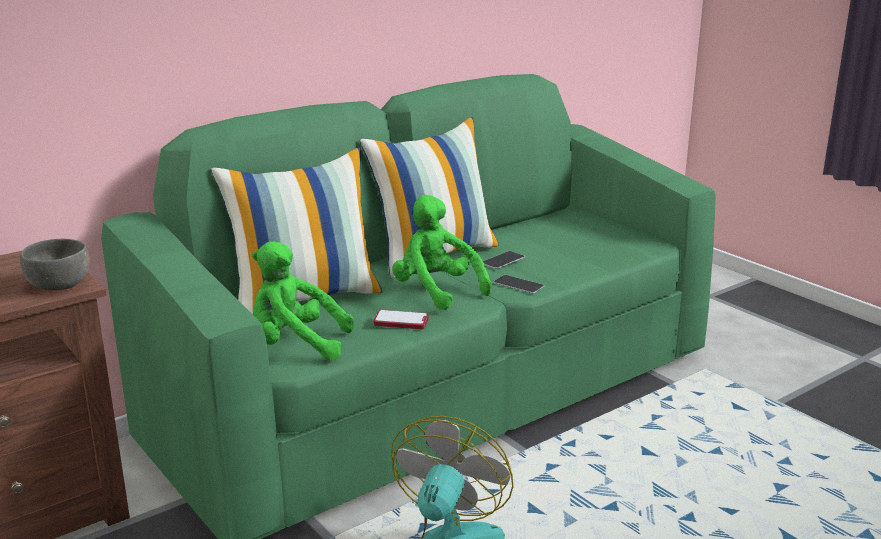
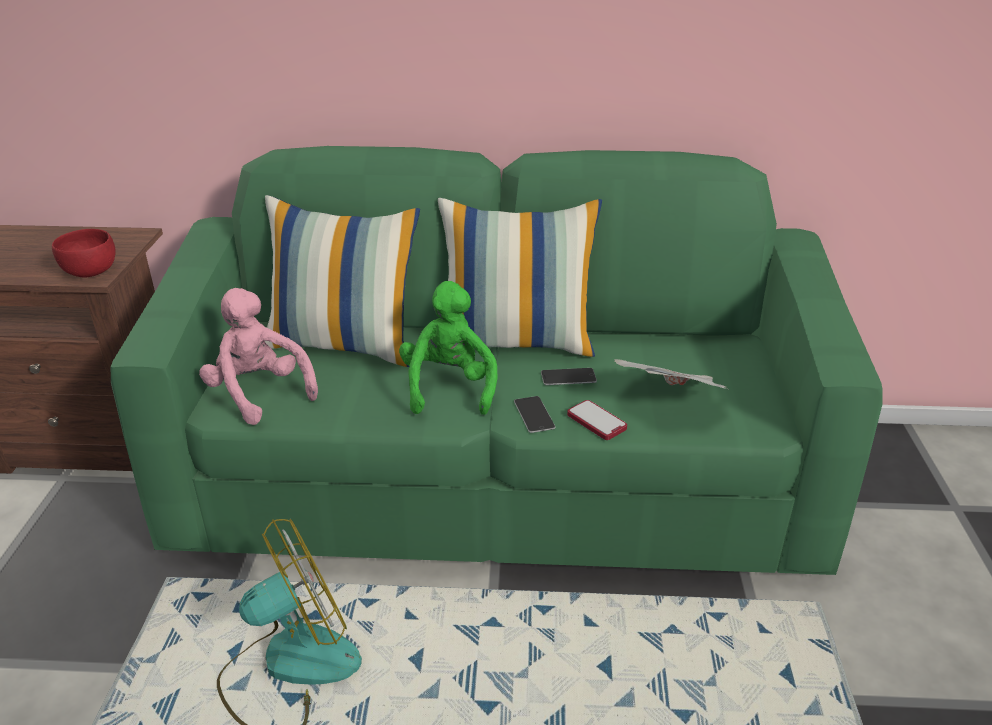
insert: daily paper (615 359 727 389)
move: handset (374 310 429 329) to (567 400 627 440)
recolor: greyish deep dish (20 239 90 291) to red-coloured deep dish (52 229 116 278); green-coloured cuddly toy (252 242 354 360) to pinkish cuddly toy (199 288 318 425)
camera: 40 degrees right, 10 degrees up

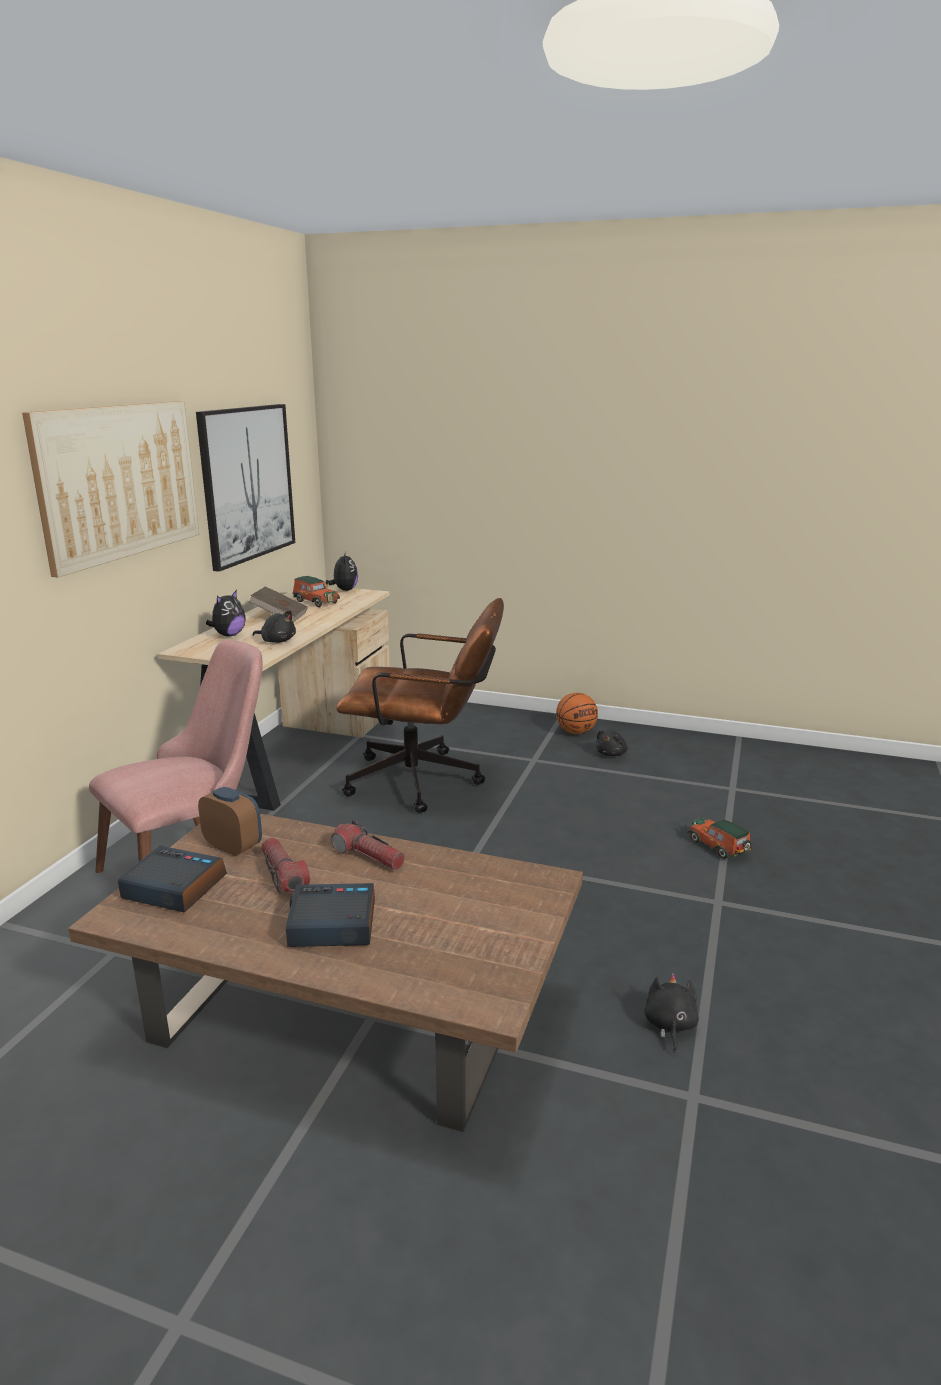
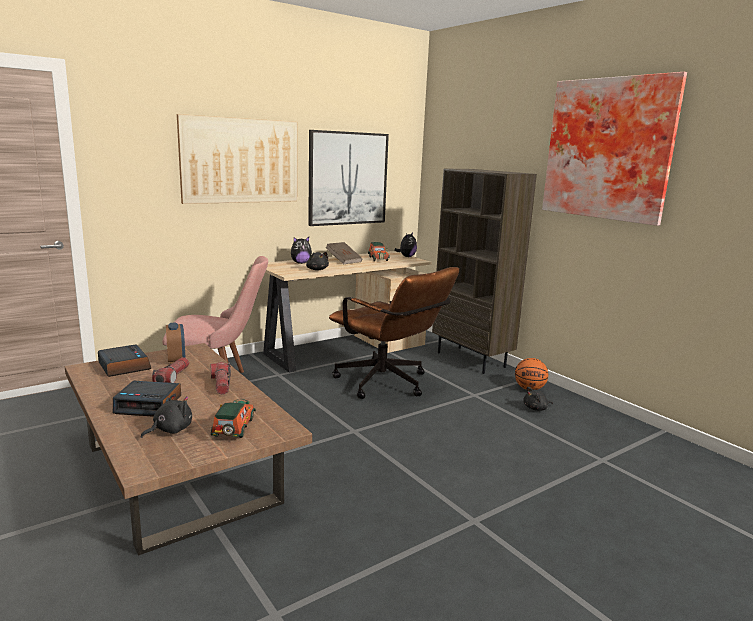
insert: wall picture (542 72 687 226); brown bookcase (432 169 537 374)
move: miniature car (687 817 752 859) to (211 399 256 438); blackish cuddly toy (644 973 699 1053) to (141 393 192 438)
rotate: alarm clock (286 883 375 947) = (113 381 181 417) 150 degrees clockwise
camera: 35 degrees right, 5 degrees down

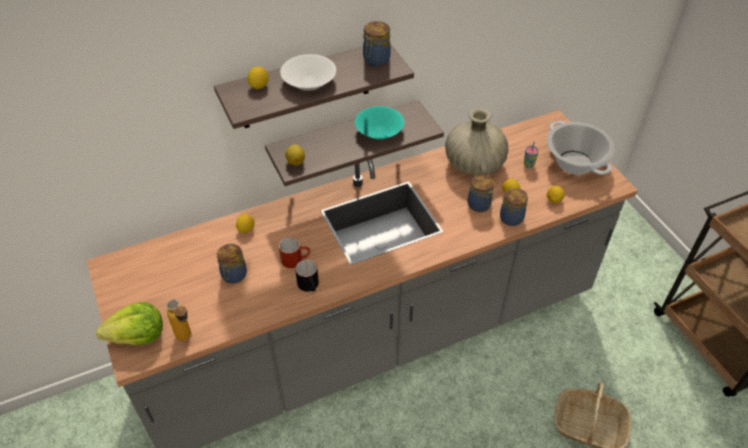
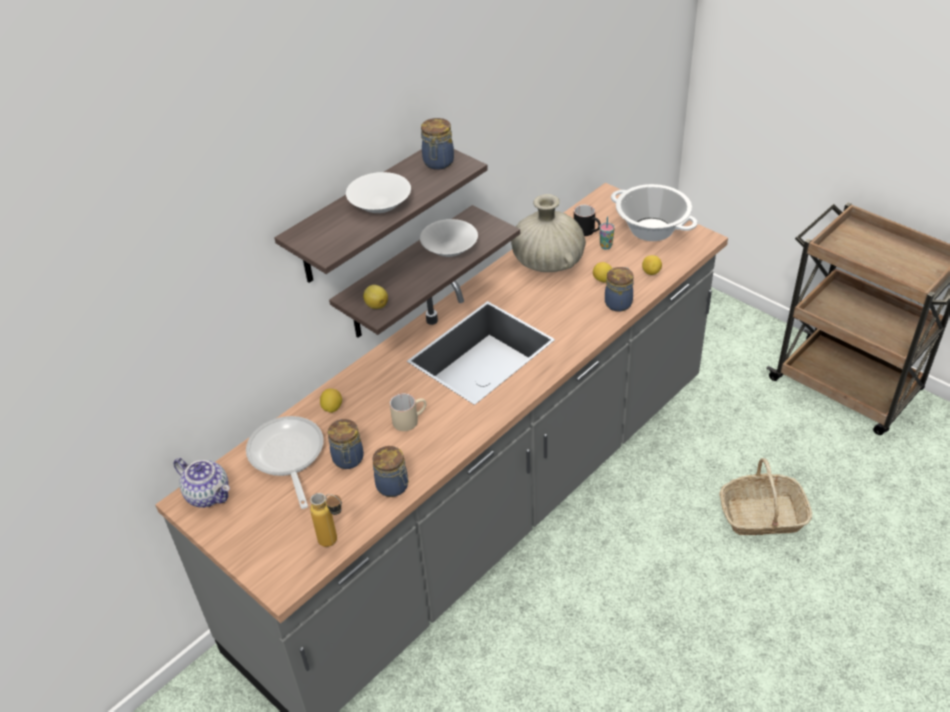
delete: whole lemon (248 67 269 89); lettuce (96 302 163 345)
insert: skillet (246 416 324 509); teapot (173 458 230 508)
move: jar (468 175 494 212) to (372 446 409 497); blackish mug (295 260 319 292) to (574 205 601 236)
recolor: turquoise-coloured deep dish (355 106 404 140) to whitish deep dish (420 219 478 257); red-coloured mug (279 237 310 268) to beige mug (390 393 427 431)
camera: 20 degrees left, 5 degrees down

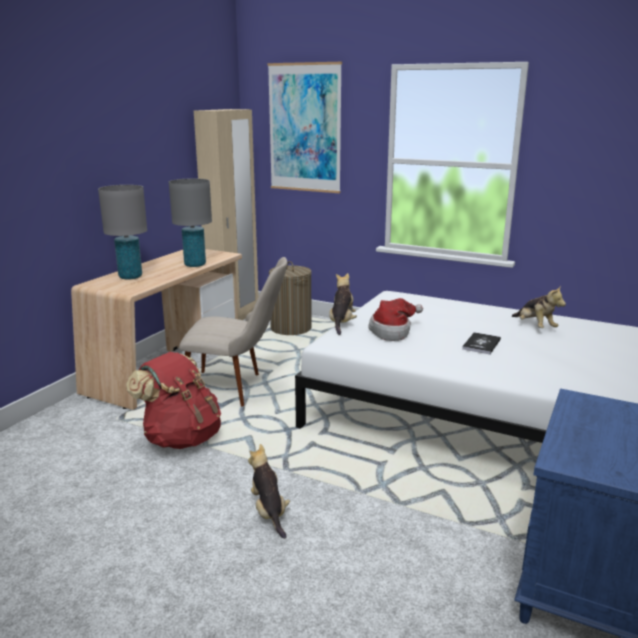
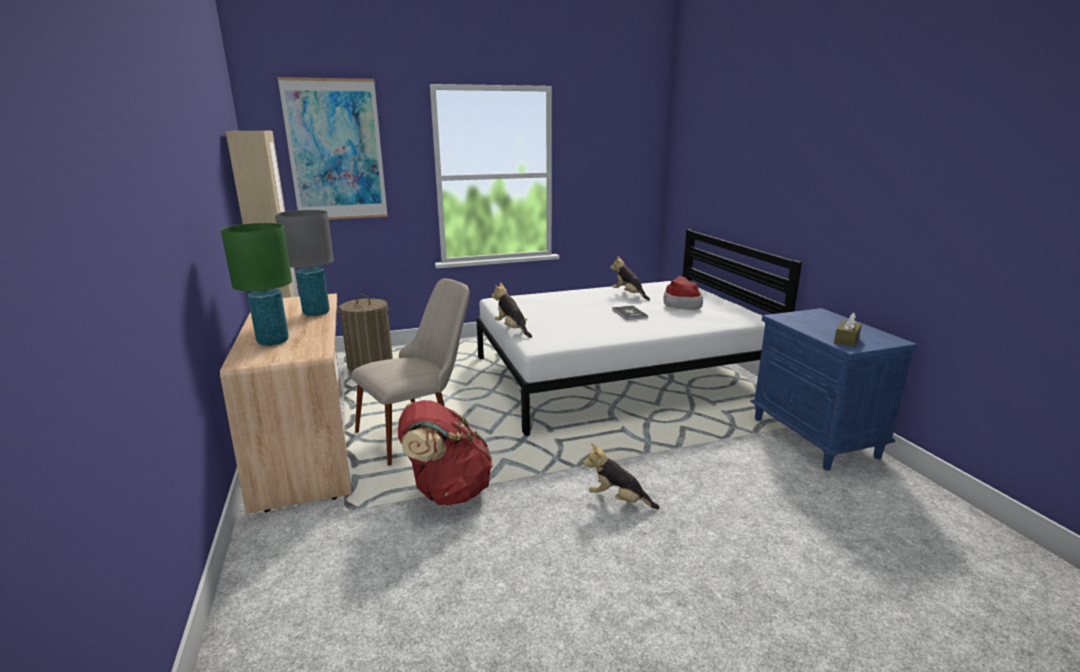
insert: brown tissue box (834 312 862 347)
move: hat (368 298 423 341) to (664 276 703 310)
recolor: greyish tabletop lamp (98 185 147 280) to green-coloured tabletop lamp (221 223 292 346)
rotate: cuddly toy (512 285 566 328) = (610 256 650 301) 150 degrees counterclockwise
camera: 45 degrees left, 0 degrees up

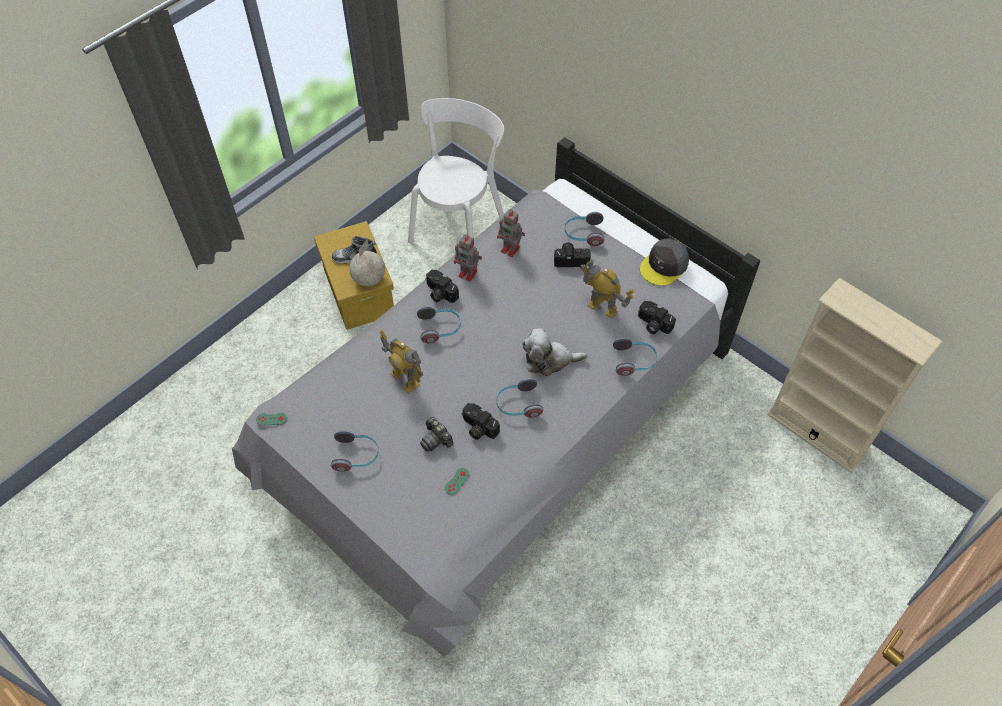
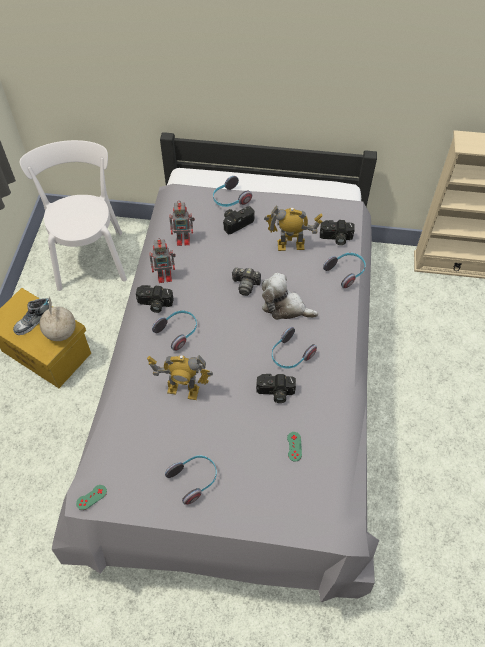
delete: greyish cap (640 239 689 286)
move: still camera (420 417 453 452) to (232 268 261 296)
rotate: cuddly toy (522 328 587 376) = (262 273 318 320) 60 degrees clockwise
camera: 35 degrees left, 0 degrees up

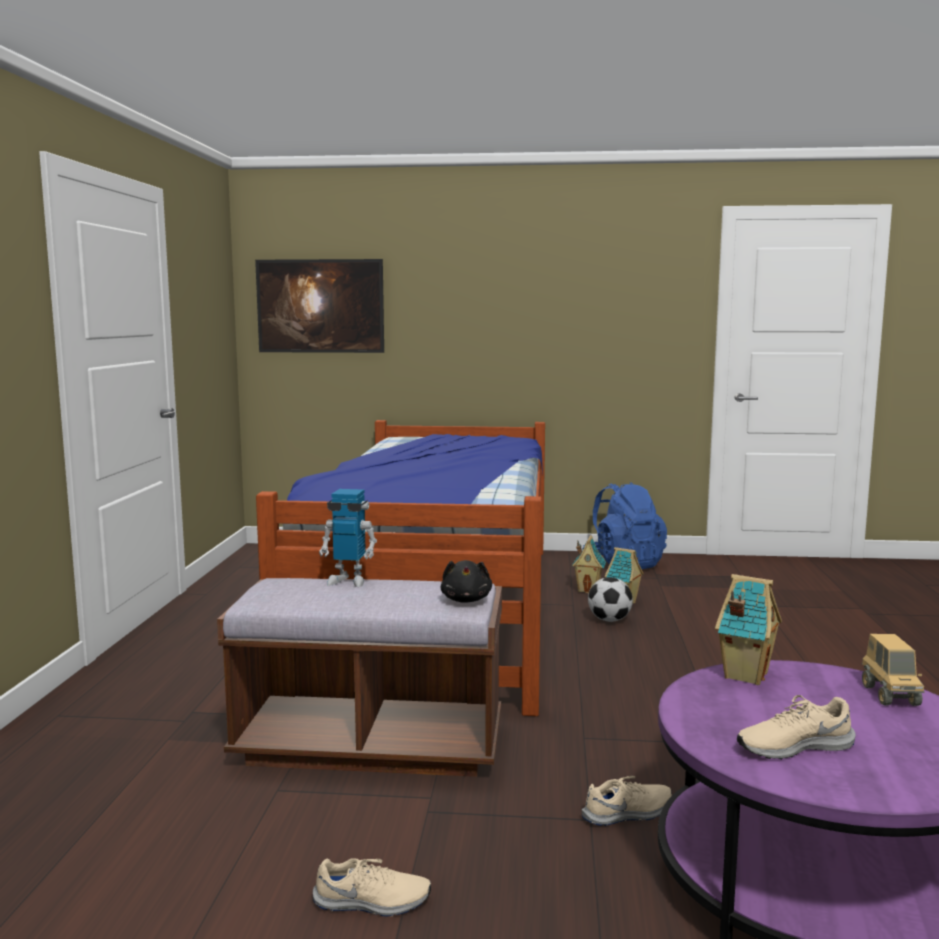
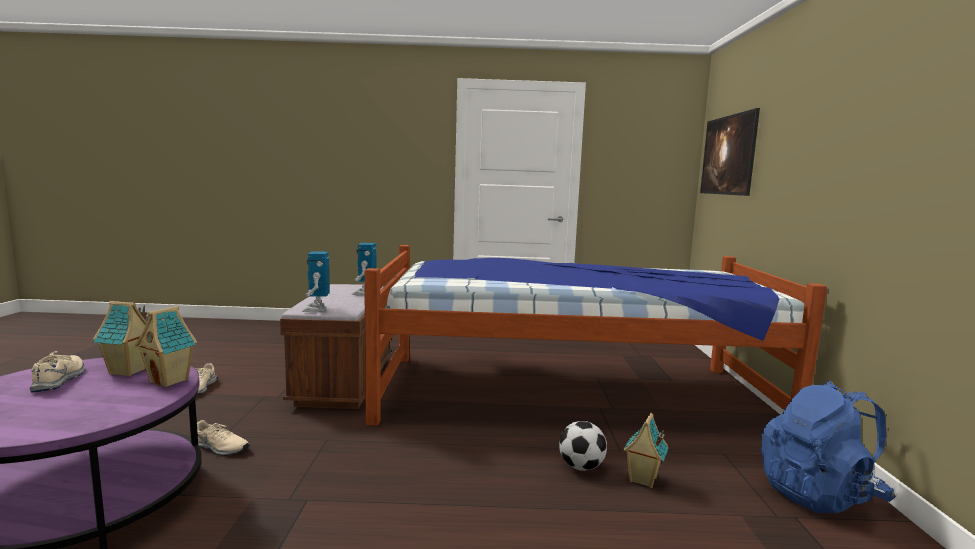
delete: toy truck (862 634 925 706)
move: model house (572 535 606 593) to (93 301 147 377)
replace: blackish cuddly toy (440 560 492 603) to robot figure (302 251 329 312)
rotate: beige shoe (582 775 672 826) = (197 420 249 456) 45 degrees counterclockwise
camera: 85 degrees right, 0 degrees up

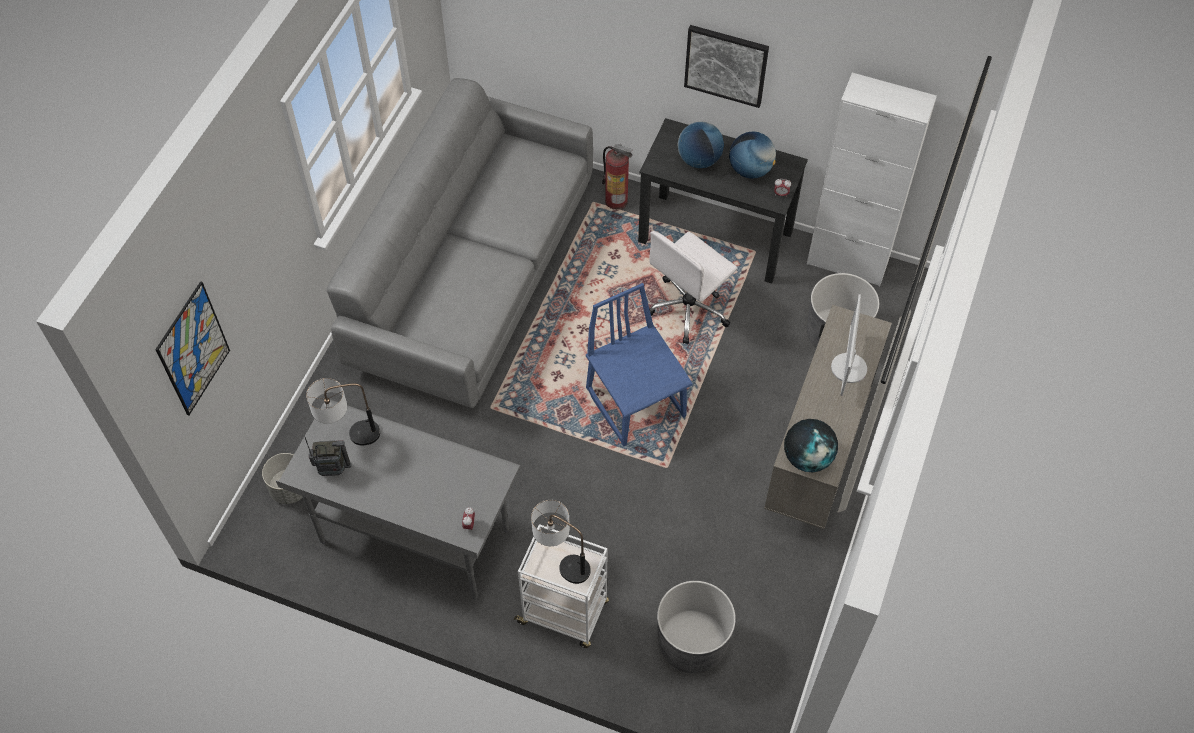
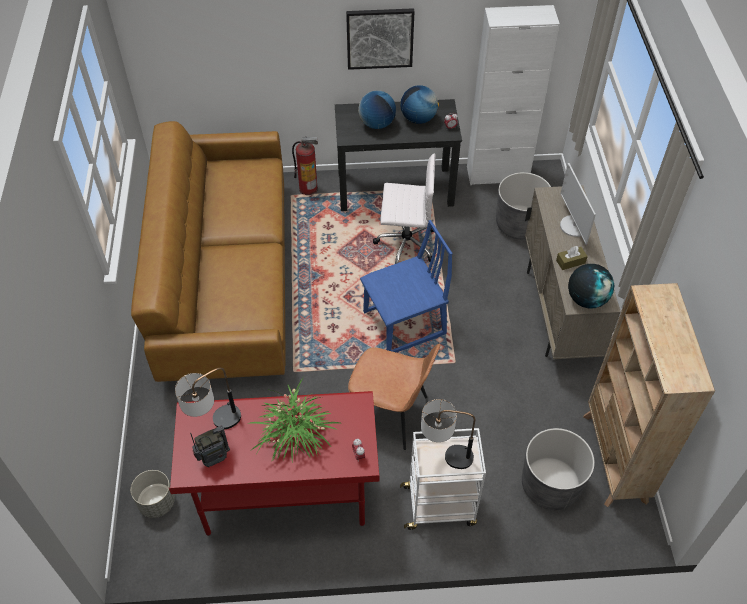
delete: wall picture (155 281 230 416)
insert: brown tissue box (556 246 588 270); beige bookcase (583 283 715 507); brown plain chair (348 343 440 450); potted plant (250 377 340 461)
recolor: greyish couch (327 78 593 408) to brown couch (131 121 286 382); greyish desk table (276 400 521 599) to red-coloured desk table (169 391 380 536)
rotate: whitish office chair (649 231 738 344) = (373 154 436 264) 105 degrees counterclockwise; bluish plain chair (586 283 693 447) = (360 220 453 352) 120 degrees clockwise
camera: 25 degrees left, 5 degrees down

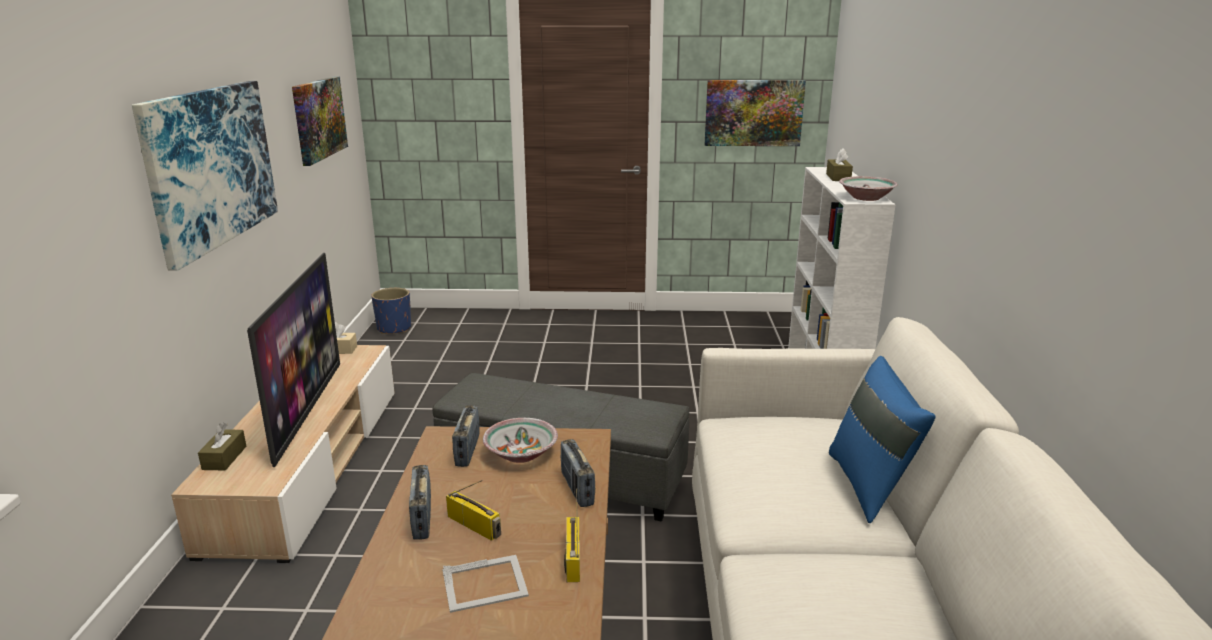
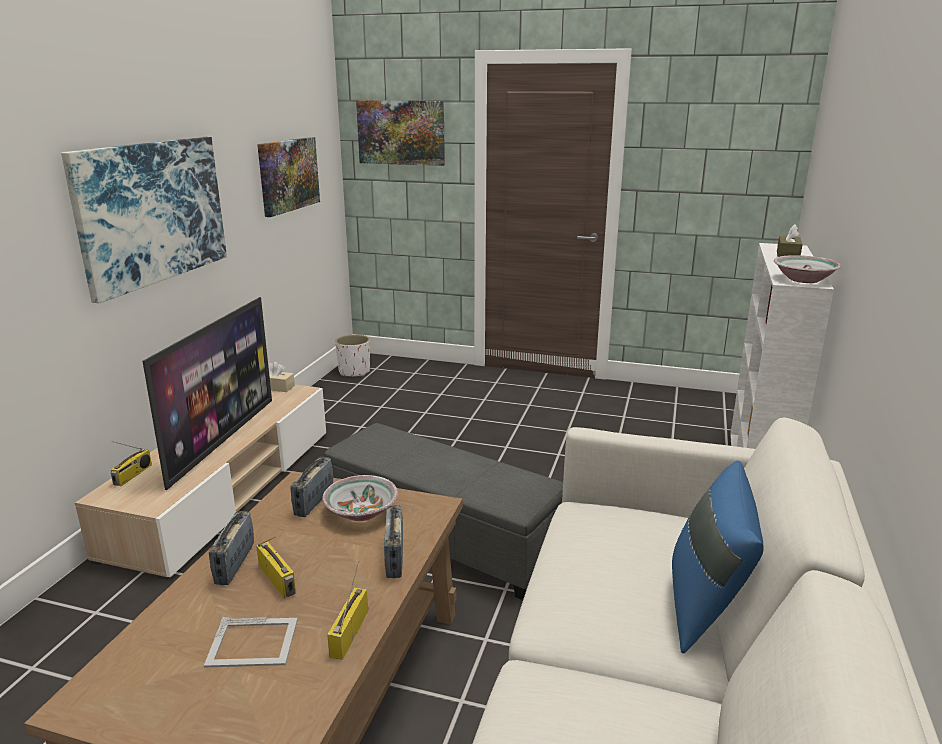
move: wall picture (705 80 806 146) to (356 100 445 166)
replace: brown tissue box (198 423 246 471) to radio set (111 441 152 486)
recolor: bluish planter (371 288 411 334) to whitish planter (335 334 370 377)
camera: 15 degrees right, 0 degrees up

